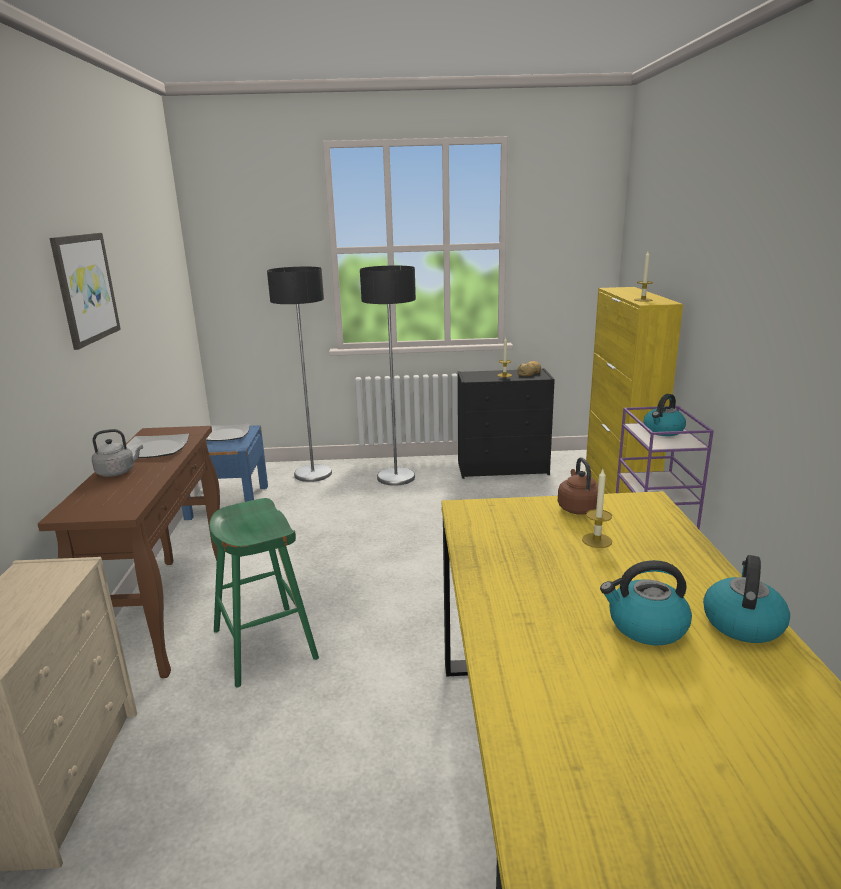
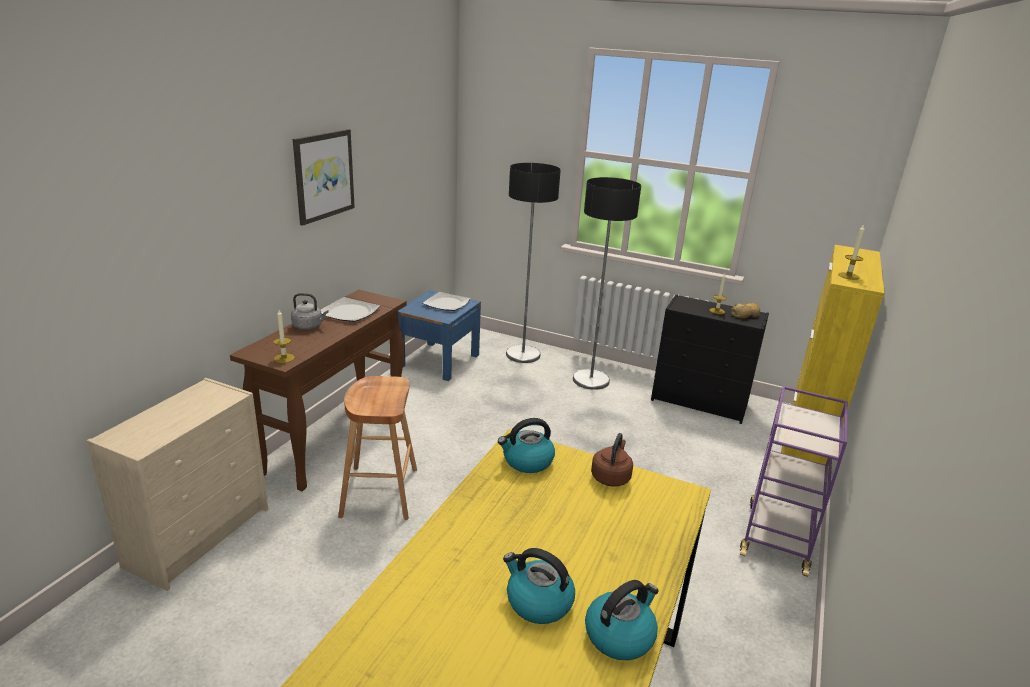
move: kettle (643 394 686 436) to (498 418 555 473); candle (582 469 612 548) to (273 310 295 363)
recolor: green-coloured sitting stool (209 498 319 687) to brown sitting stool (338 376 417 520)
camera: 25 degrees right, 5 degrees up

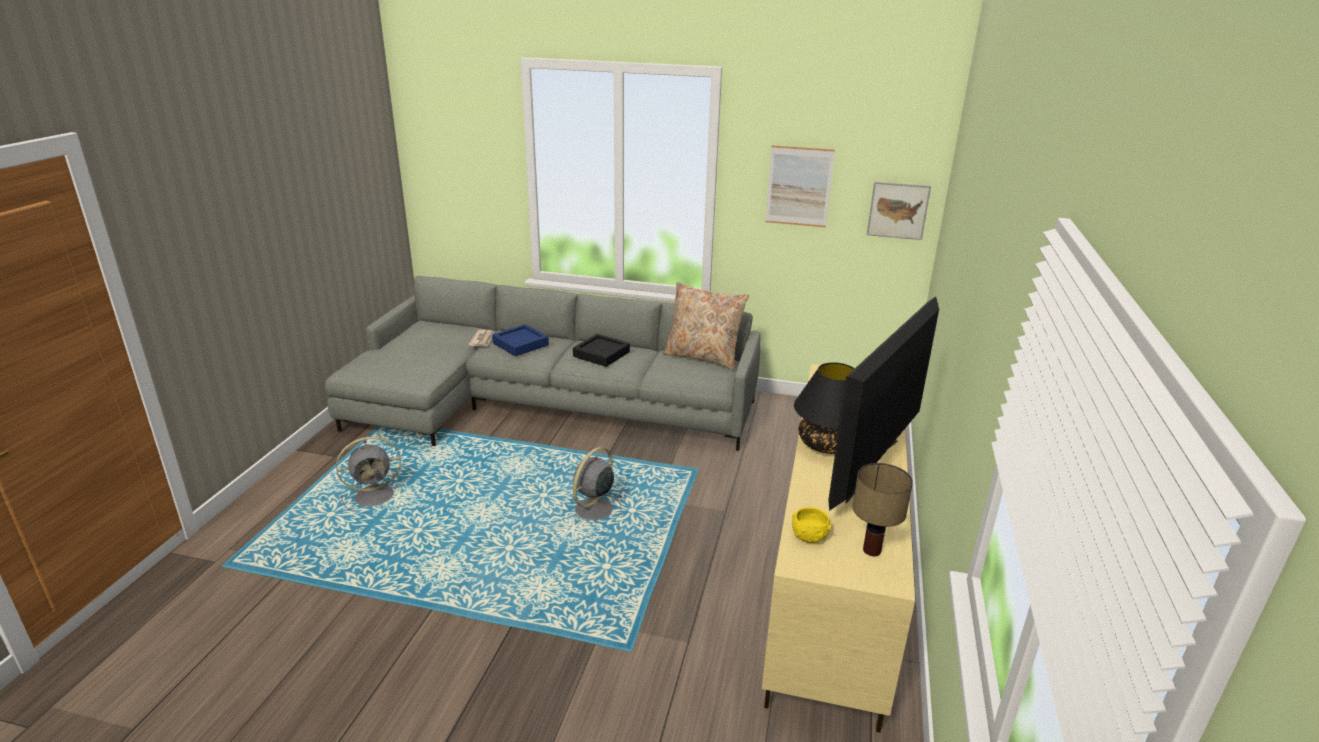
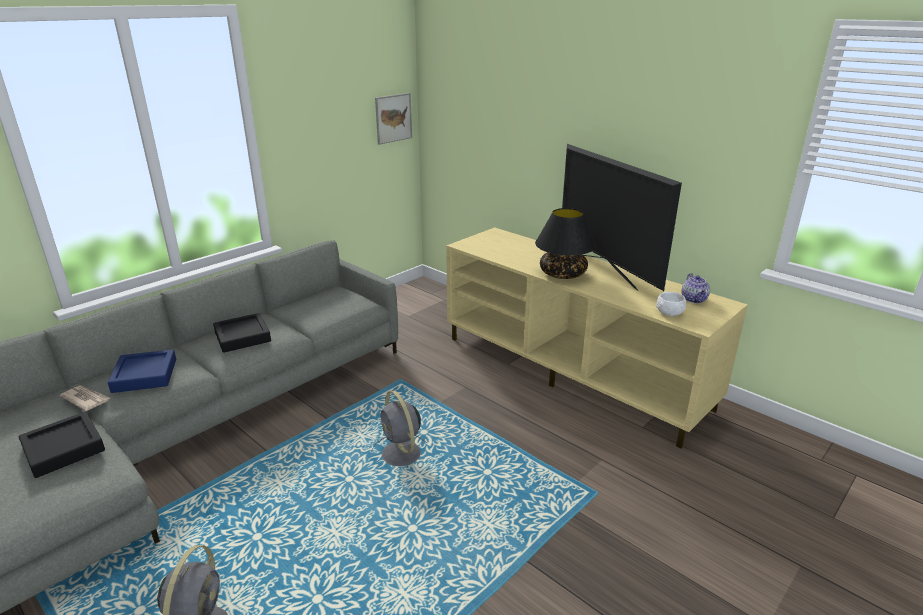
delete: wall picture (765 145 835 227); beige throw pillow (663 282 749 370)
insert: blackish tray (18 412 105 478)
replace: tabletop lamp (853 463 913 556) to teapot (681 273 710 303)
recolor: yellow deep dish (792 507 831 543) to whitish deep dish (656 292 686 316)
camera: 60 degrees left, 0 degrees up

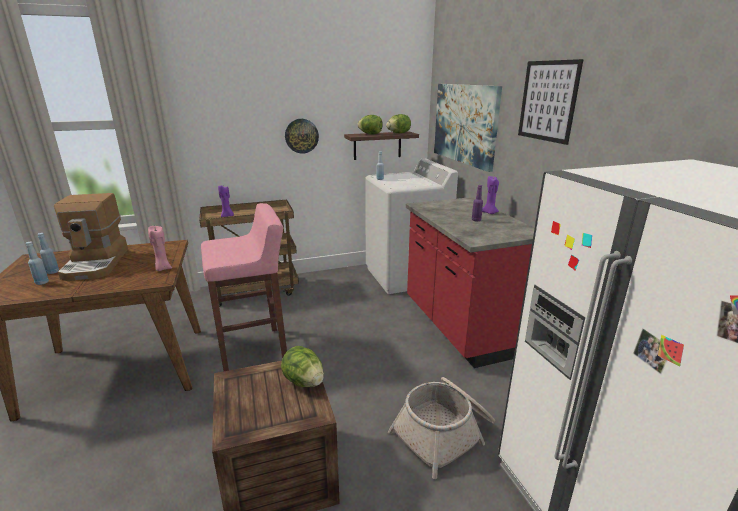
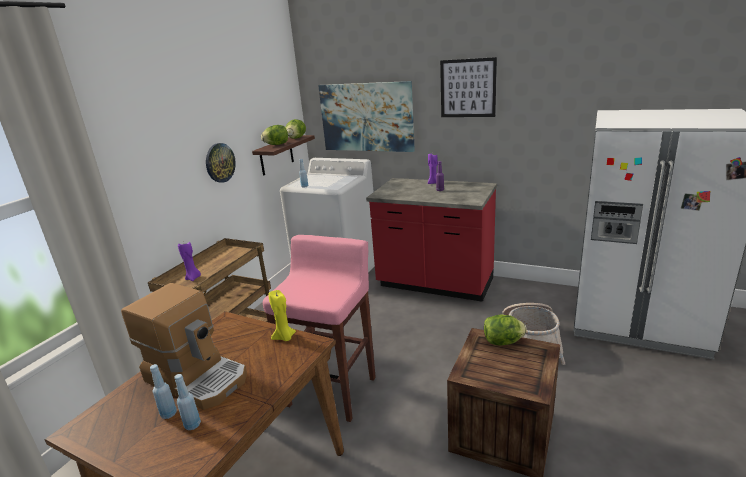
recolor: pinkish candle (148 226 172 271) to yellow candle (268 290 296 341)
camera: 45 degrees left, 0 degrees up

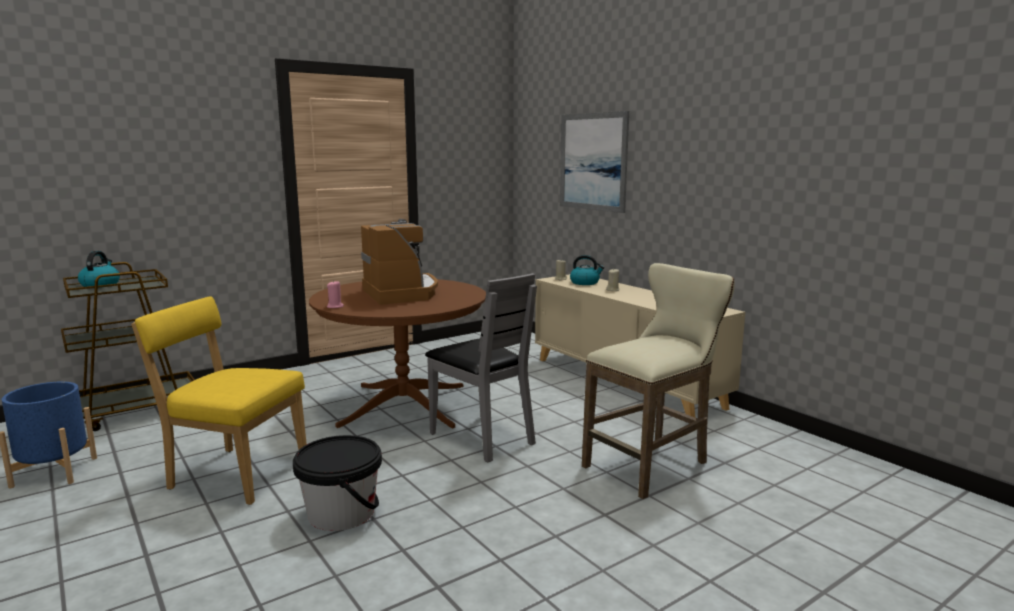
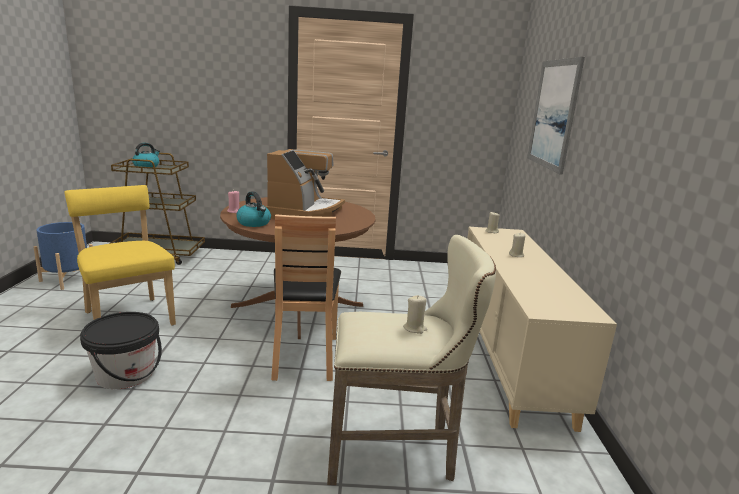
insert: beige candle (403 295 427 334)
move: kettle (570 255 604 285) to (236 191 271 227)
recolor: greyish plain chair (425 273 537 462) to brown plain chair (271 214 341 381)
camera: 35 degrees right, 5 degrees up

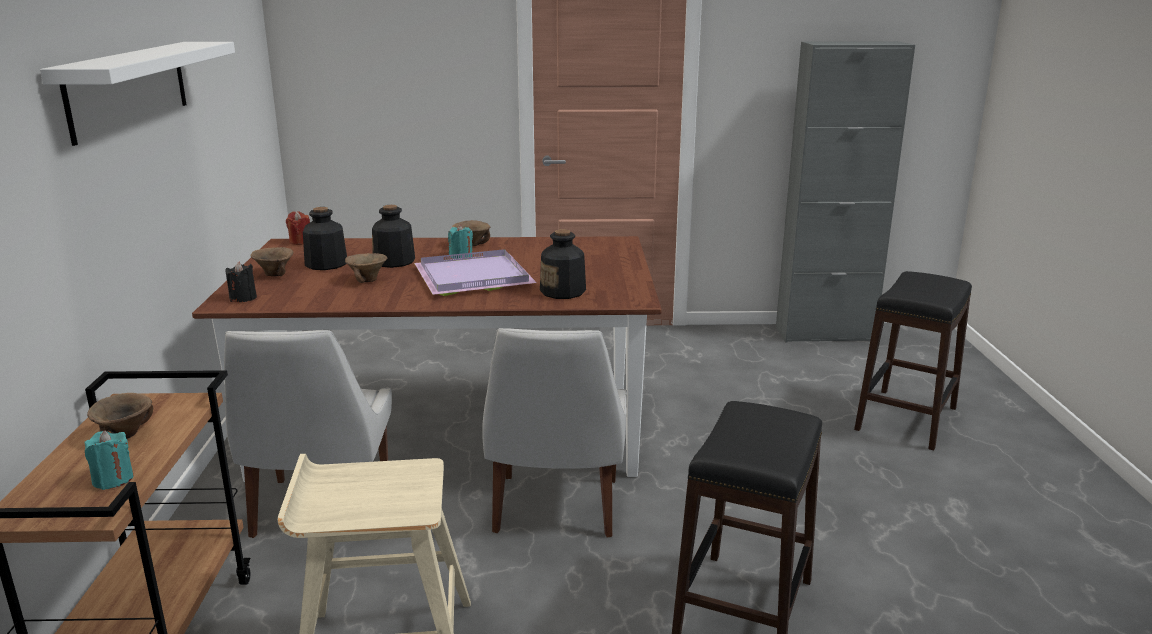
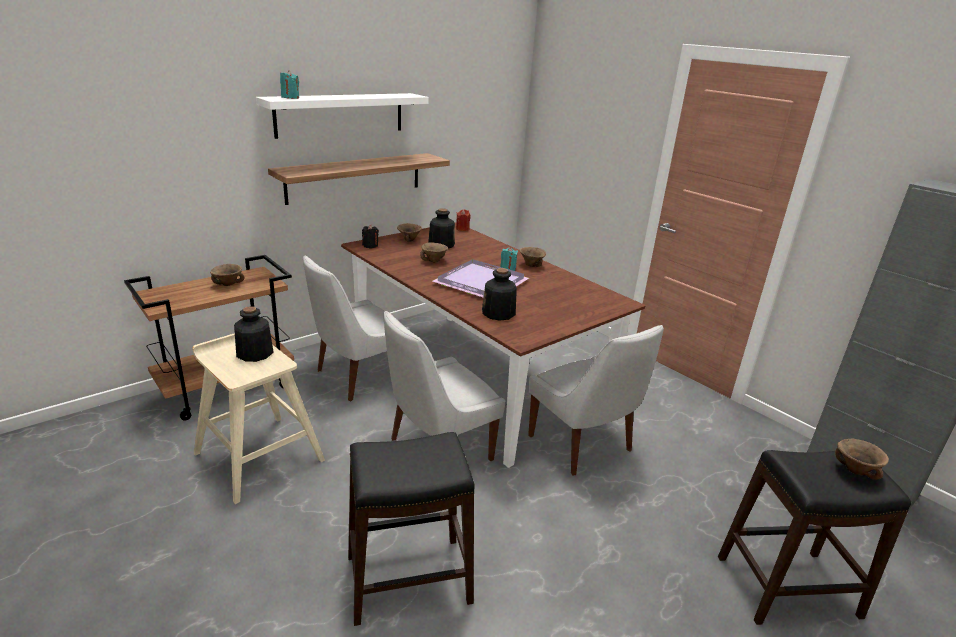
insert: wall shelf (268 153 450 205); whitish plain chair (528 325 664 476); brown deep dish (835 438 889 480)
move: beverage bottle (372 205 415 268) to (234 306 274 362); turquoise-coloured candle (85 431 133 490) to (280 70 299 99)
camera: 50 degrees right, 5 degrees up

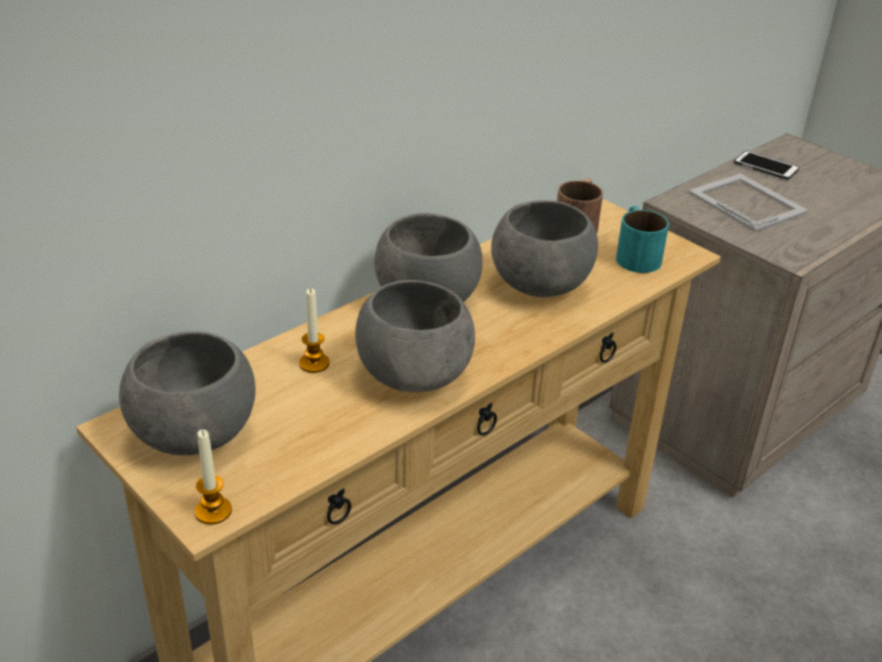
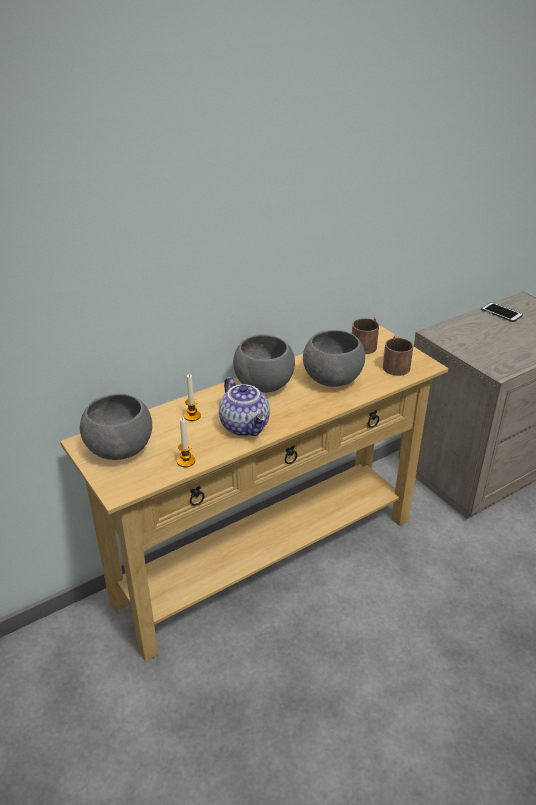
delete: picture frame (688 174 809 232)
move: candle (195 429 232 525) to (177 418 195 467)
replace: greyish deep dish (355 280 475 392) to teapot (219 377 270 436)
recolor: turquoise-coloured mug (616 206 669 273) to brown mug (383 335 413 376)
camera: 10 degrees right, 0 degrees up

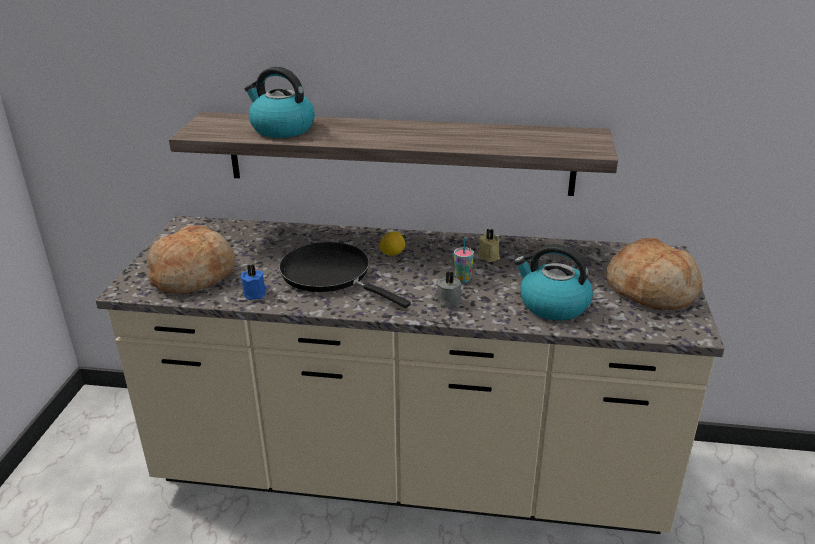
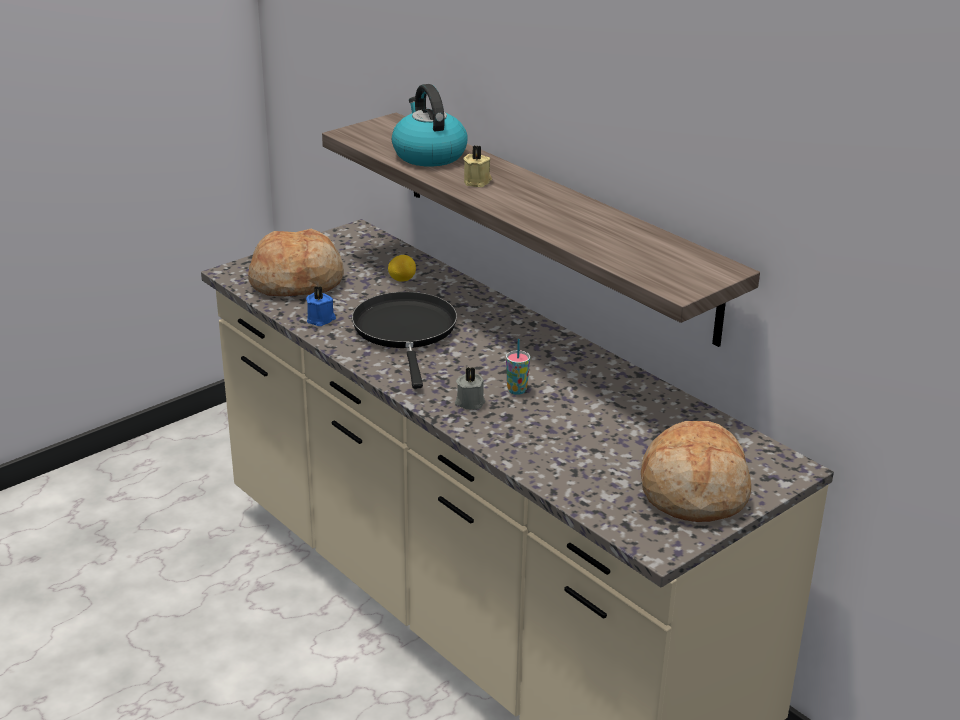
delete: kettle (514 244 593 321)
move: beige candle (478 229 500 262) to (463 146 492 187); whole lemon (380 232 405 256) to (388 255 416 282)
camera: 40 degrees right, 0 degrees up

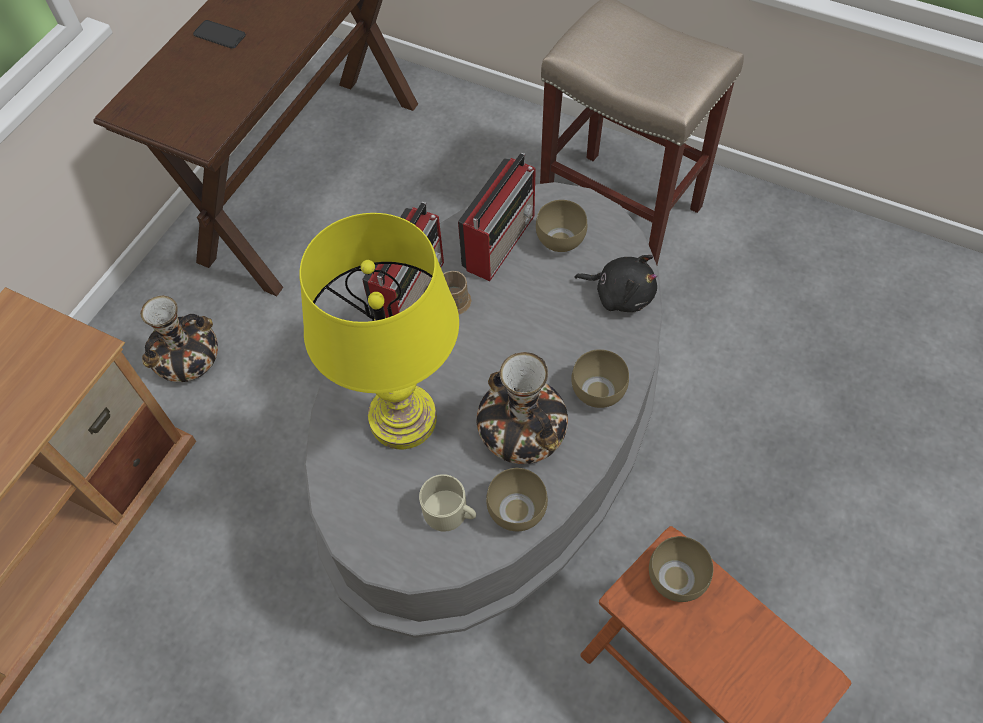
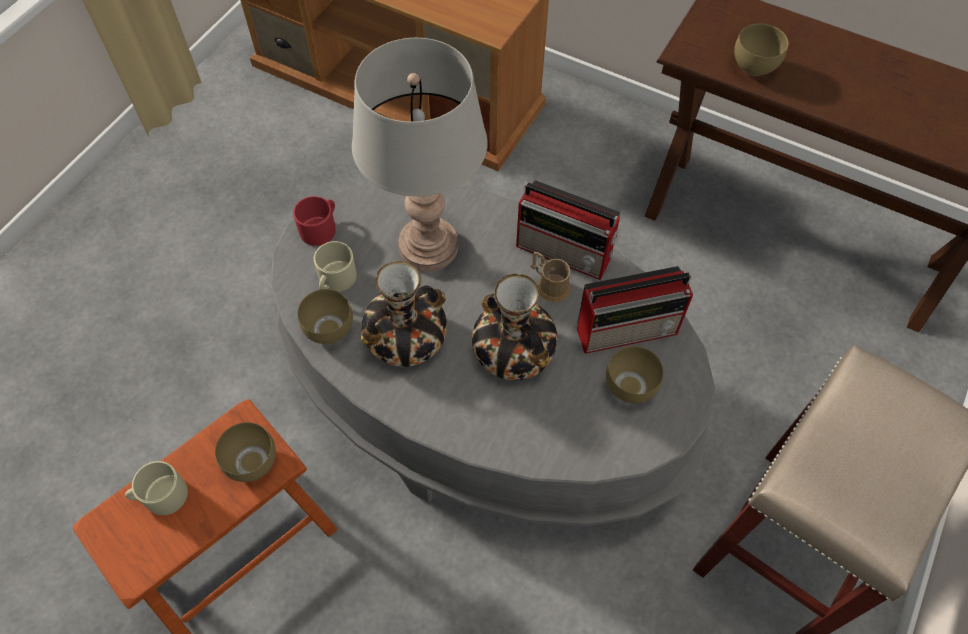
delete: handset (193 20 246 49); blackish cuddly toy (574 255 657 312)
insert: red-coloured mug (293 196 336 246); beige mug (125 461 188 515)
move: decorative vase (140 296 218 382) to (472 274 558 380); brown deep dish (571 349 629 408) to (734 24 788 76)
recolor: yellow tabletop lamp (299 213 459 449) to greyish tabletop lamp (352 38 488 272)
rotate: radio set (458 153 536 281) = (577 266 693 354) 45 degrees counterclockwise
camera: 90 degrees right, 0 degrees up

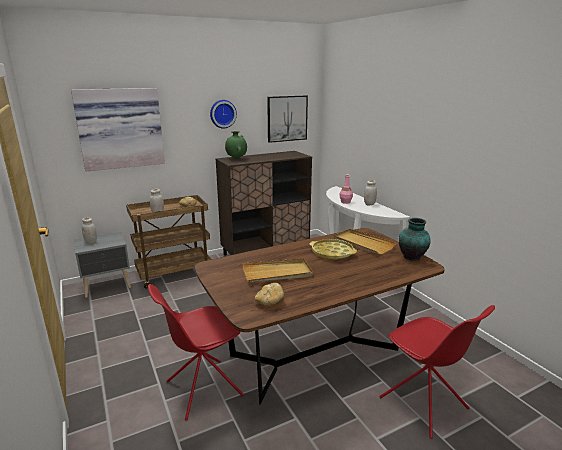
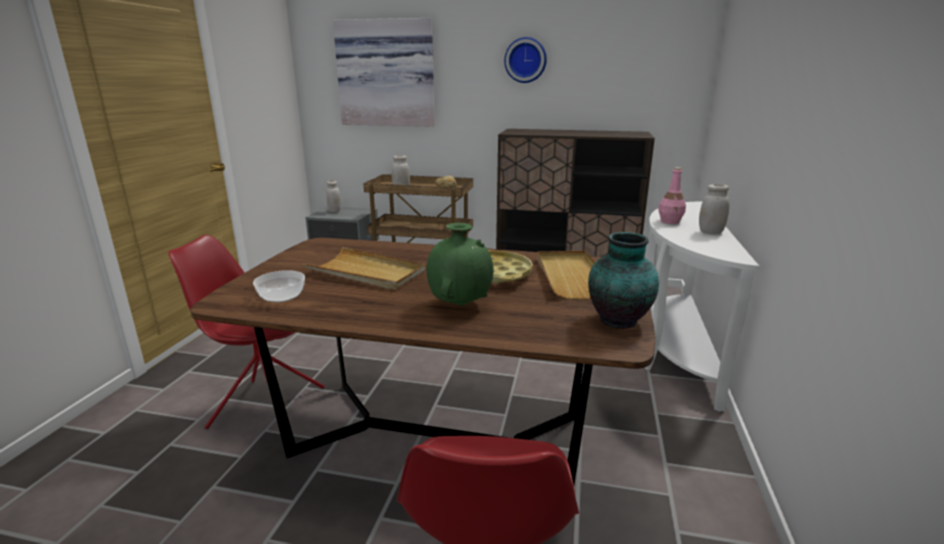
delete: wall picture (267 96 308 143)
move: green-coloured decorative vase (225 131 247 159) to (427 223 494 306)
replace: bread (255 283 284 306) to deep dish (253 270 305 303)
camera: 40 degrees right, 0 degrees up

